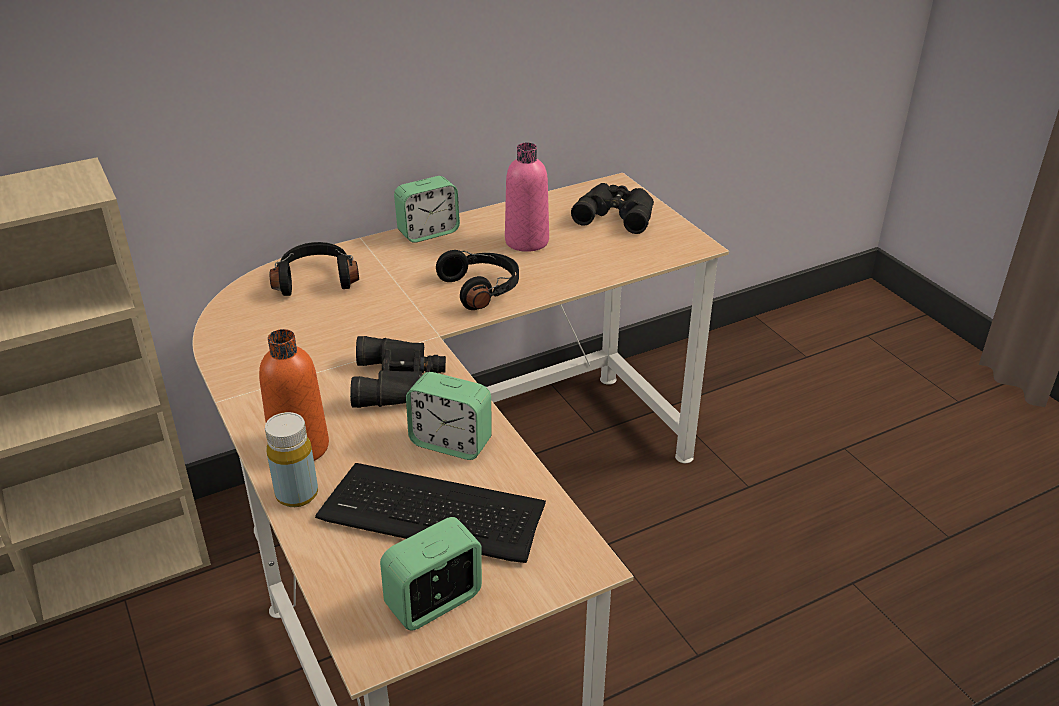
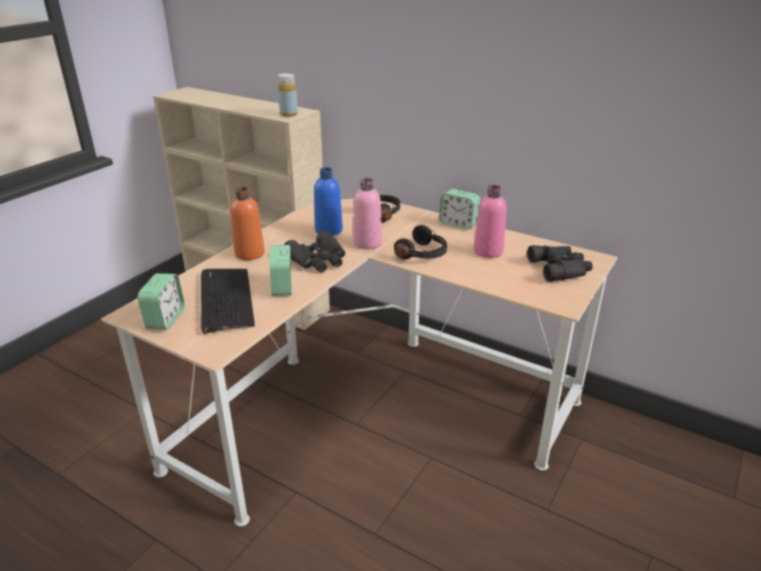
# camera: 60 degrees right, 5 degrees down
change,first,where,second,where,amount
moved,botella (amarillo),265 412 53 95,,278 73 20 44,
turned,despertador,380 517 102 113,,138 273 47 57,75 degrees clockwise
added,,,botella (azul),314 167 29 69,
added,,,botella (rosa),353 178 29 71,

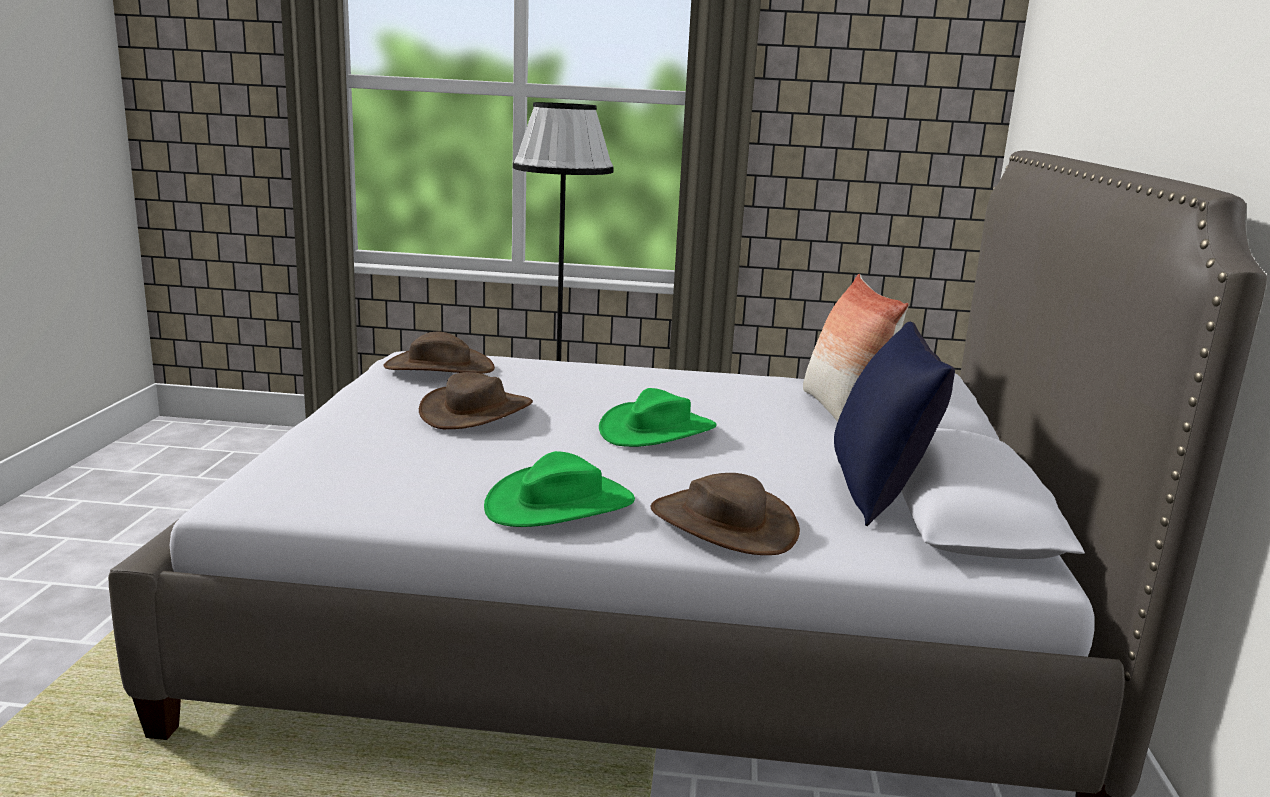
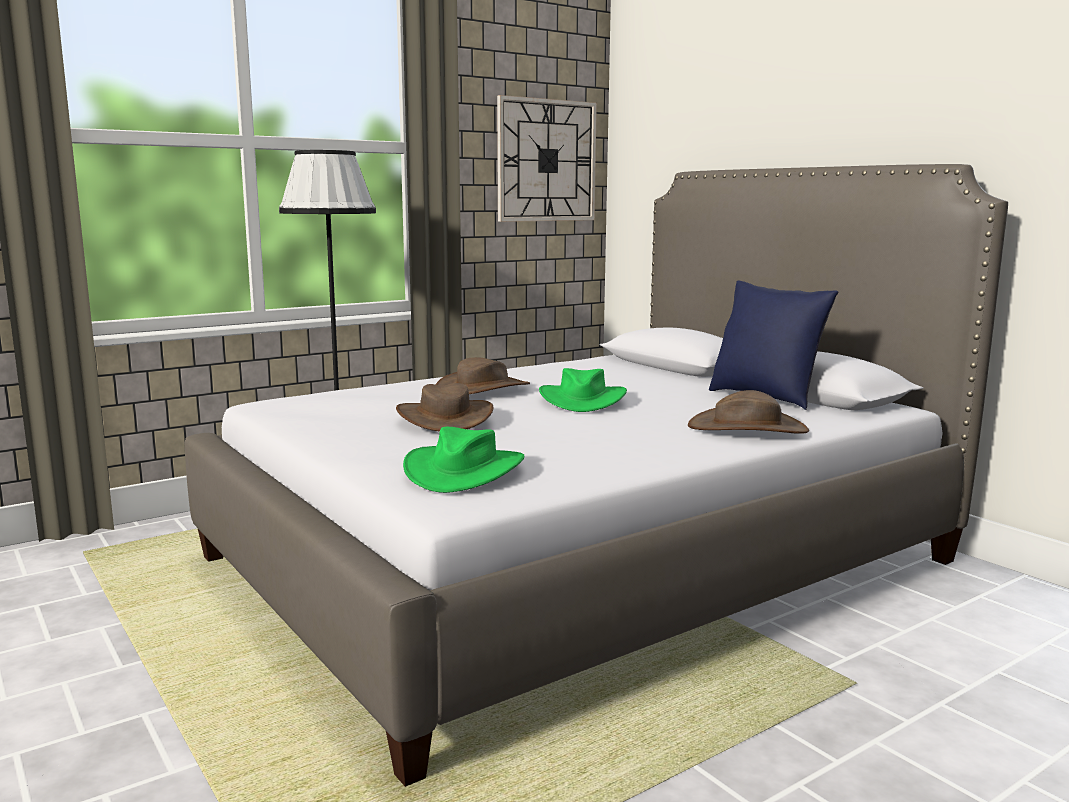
# camera: 40 degrees left, 5 degrees down
change,first,where,second,where,amount
removed,cojín,803 274 106 148,,,
moved,sombrero (marrón),383 331 112 43,,436 357 94 37,
moved,sombrero (verde),484 451 151 76,,403 427 122 66,
added,,,reloj de pared,497 95 100 127,

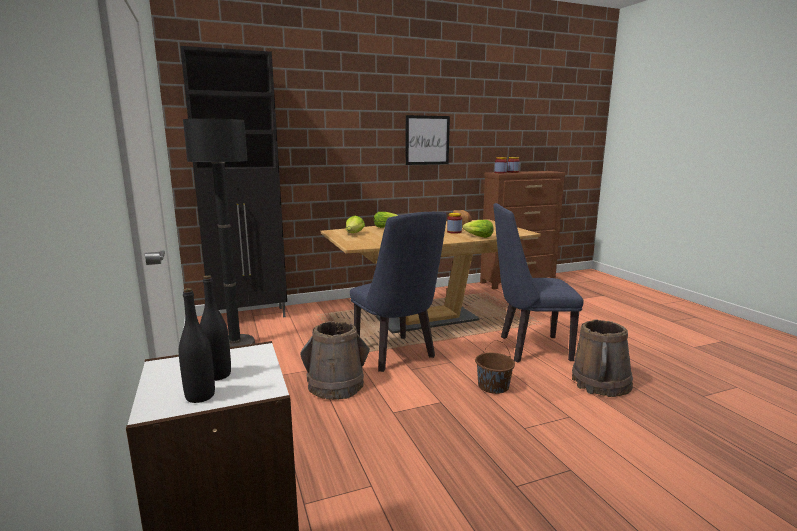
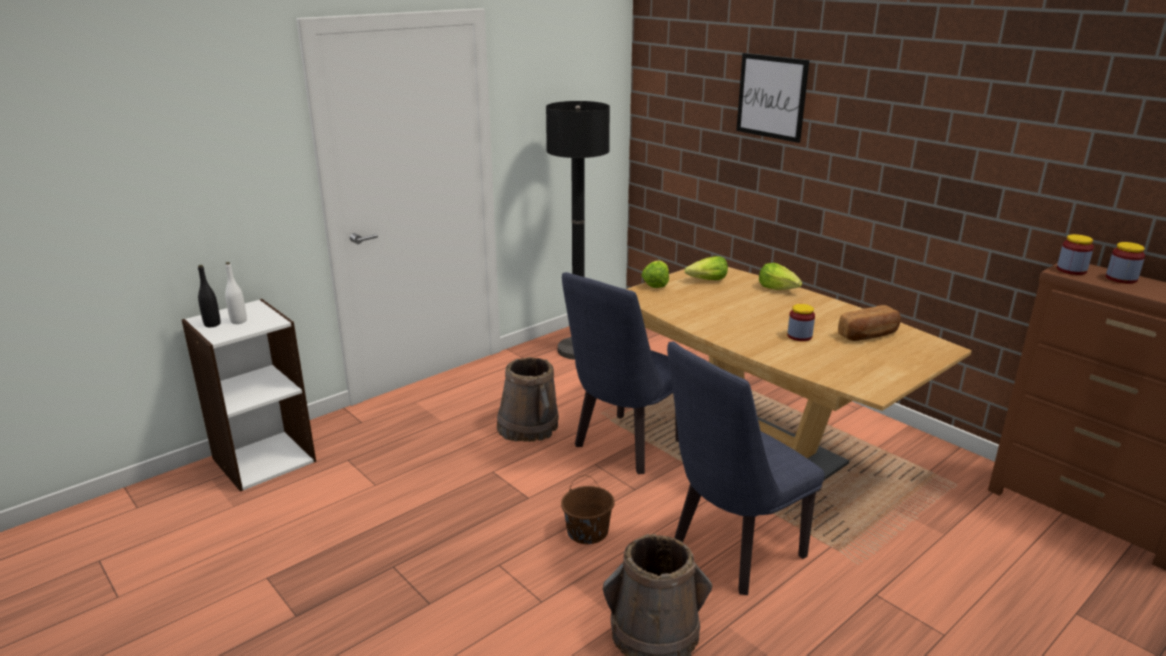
# camera: 70 degrees right, 10 degrees up
change,first,where,second,where,amount
removed,armario (negro),180 46 107 271,,,
moved,cuadro,405 115 45 50,,736 53 73 90,
turned,silla (azul),493 203 91 159,,667 342 158 253,105 degrees counterclockwise
moved,lechuga,462 220 32 18,,641 260 28 28,
recoloured,botella (negro),200 275 31 106,botella (blanco),225 262 22 62,

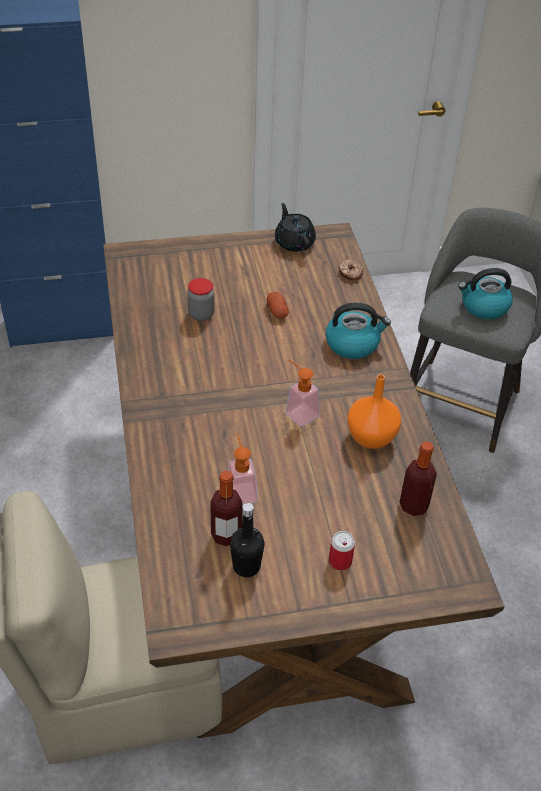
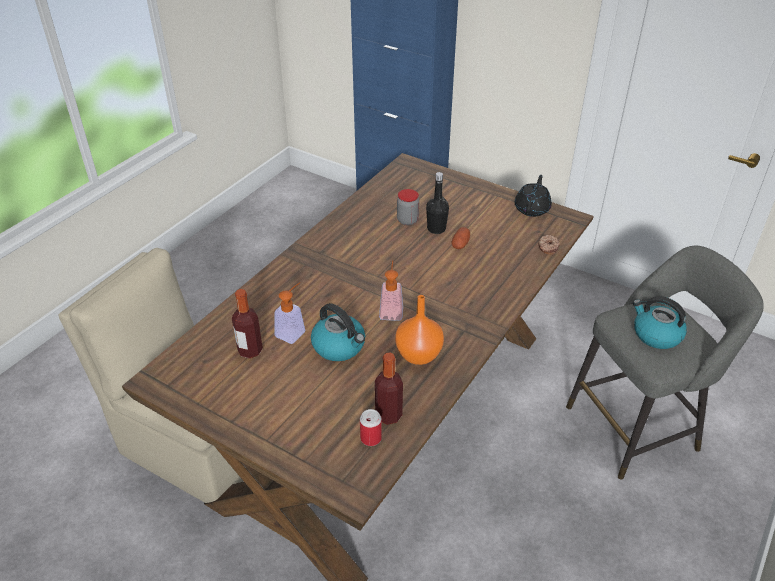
# camera: 45 degrees right, 5 degrees down
change,first,where,second,where,amount
moved,hervidor,325 302 66 57,,311 303 54 58,
moved,botella (negro),230 503 35 74,,426 172 23 62,
moved,lata,329 531 26 40,,360 409 22 37,

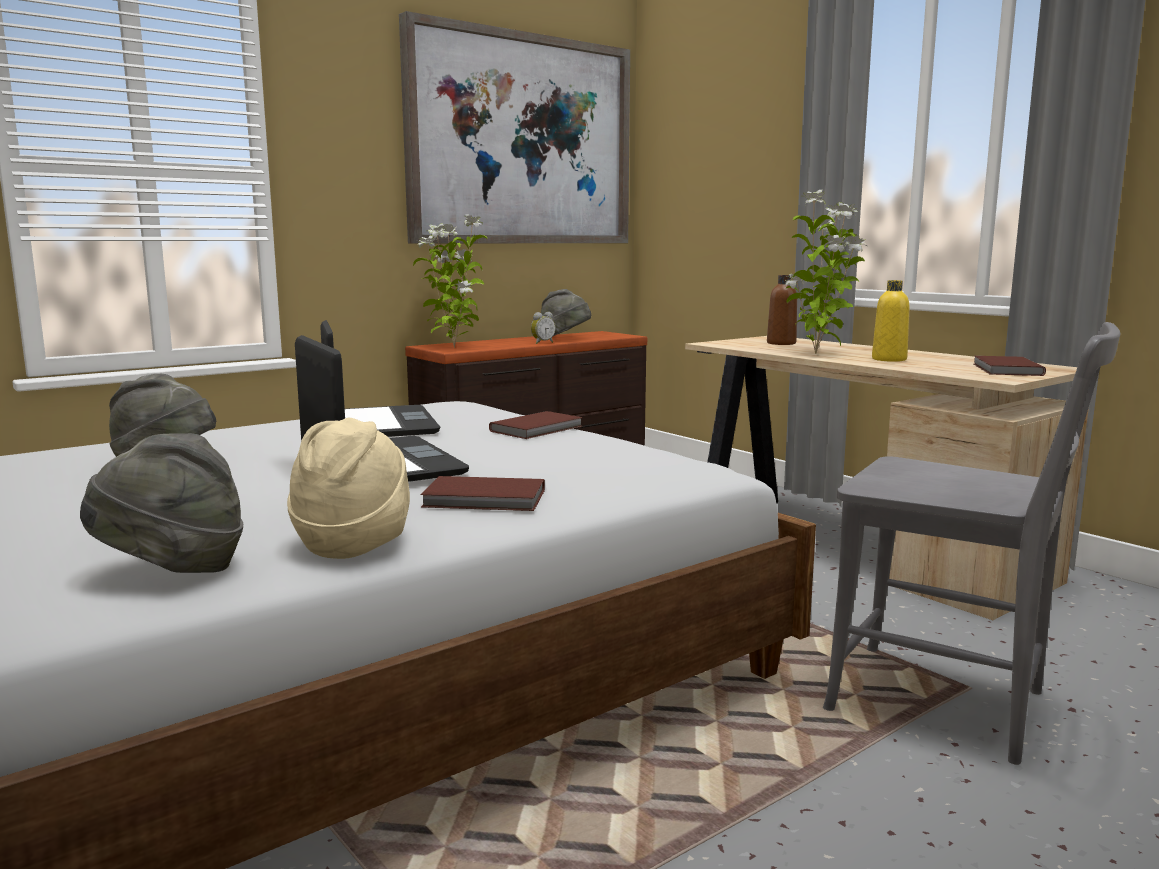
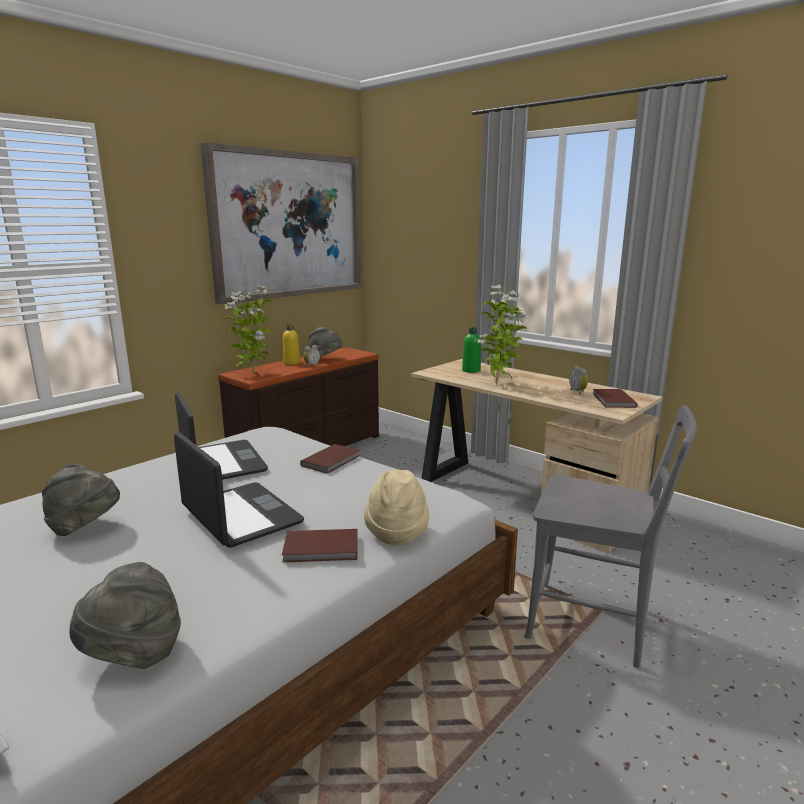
# camera: 10 degrees left, 5 degrees up
change,first,where,second,where,amount
recoloured,botella (marrón),767 275 30 70,botella (verde),462 327 19 46,
moved,botella (amarillo),872 280 37 82,,283 325 17 40,
moved,sombrero (beis),287 418 123 141,,364 469 65 76,
added,,,despertador,569 366 19 29,

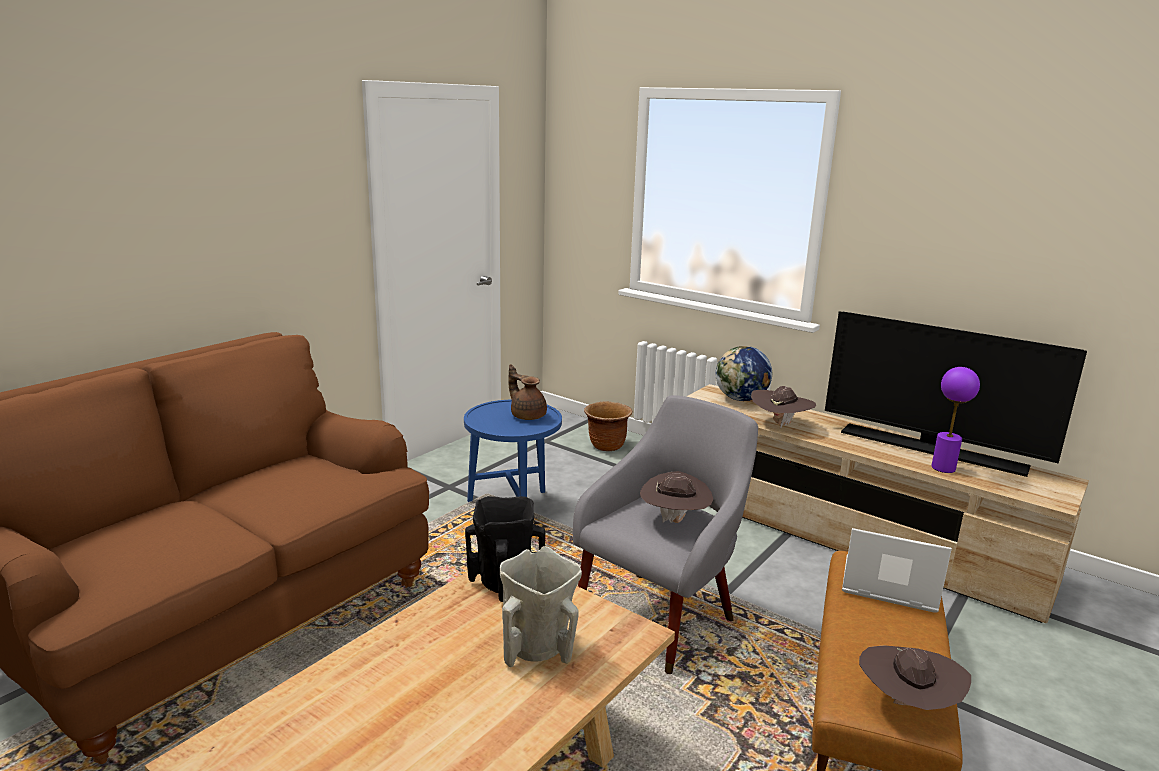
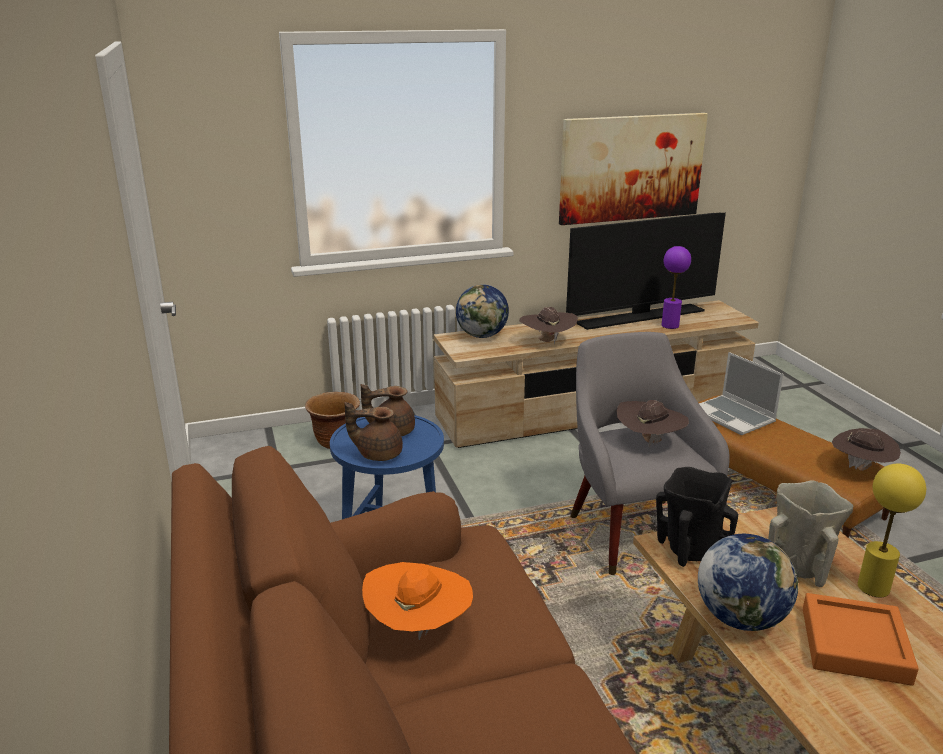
# camera: 55 degrees left, 5 degrees up
change,first,where,second,where,amount
turned,portátil,842 528 110 85,,699 352 85 83,90 degrees counterclockwise
added,,,cuadro,559 113 149 112,
added,,,tetera (marrón),344 402 59 59,
added,,,lámpara de mesa (amarillo),858 464 68 133,
added,,,globo terráqueo,698 534 100 97,
added,,,sombrero (naranja),362 562 111 78,
added,,,bandeja (naranja),803 593 116 93,

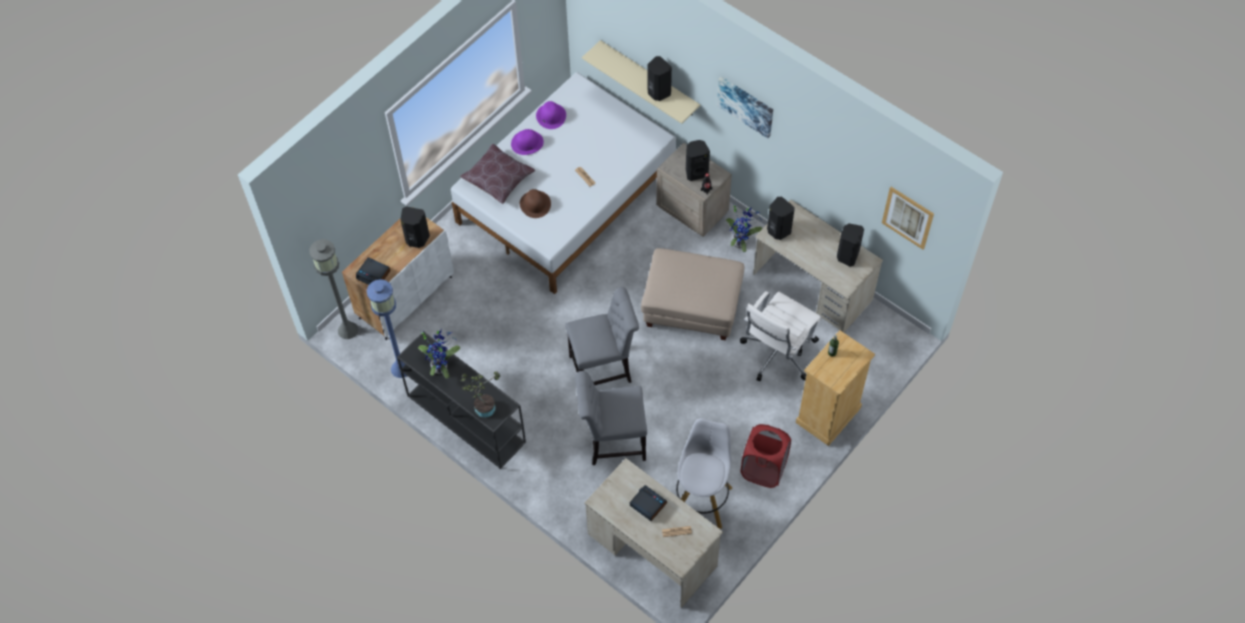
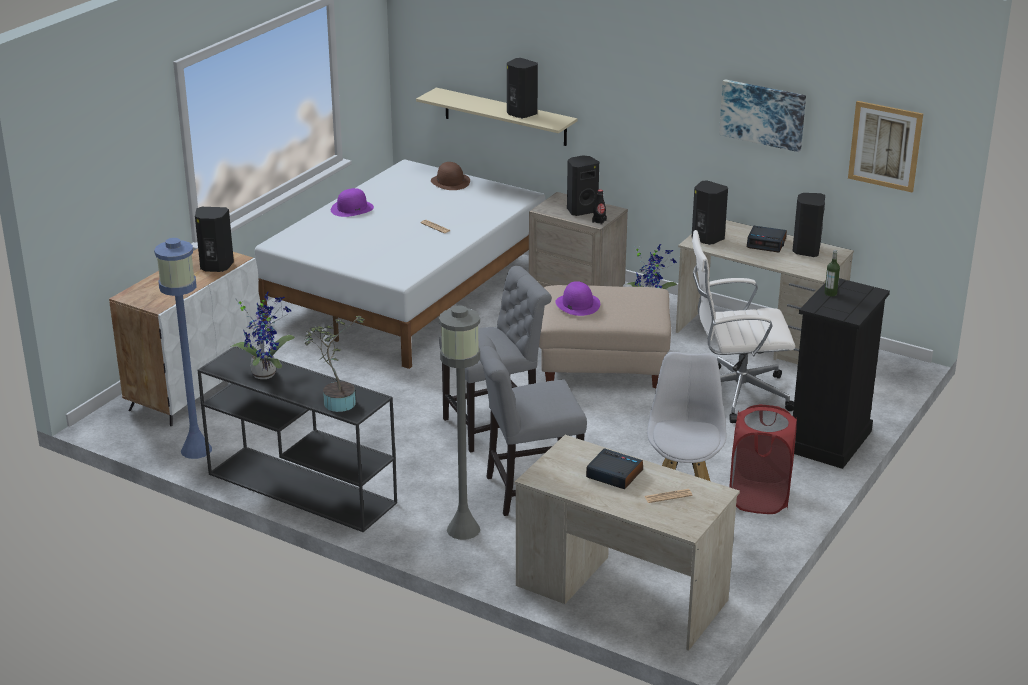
# camera: 10 degrees left, 30 degrees down
change,first,where,second,where,amount
moved,cuadro,717 77 56 61,,719 79 87 73,
moved,sombrero (morado),536 101 30 28,,555 281 45 35,
removed,cojín (marrón),460 144 75 60,,,
moved,sombrero (marrón),520 189 31 29,,431 162 39 28,
moved,lámpara de pie (gris),309 239 49 100,,439 305 41 235,
moved,despertador,356 257 35 28,,747 226 40 27,
turned,silla de oficina (blanco),740 291 82 90,,692 230 103 193,60 degrees clockwise
recoloured,cómoda (beis),796 330 79 116,cómoda (negro),793 278 97 191,

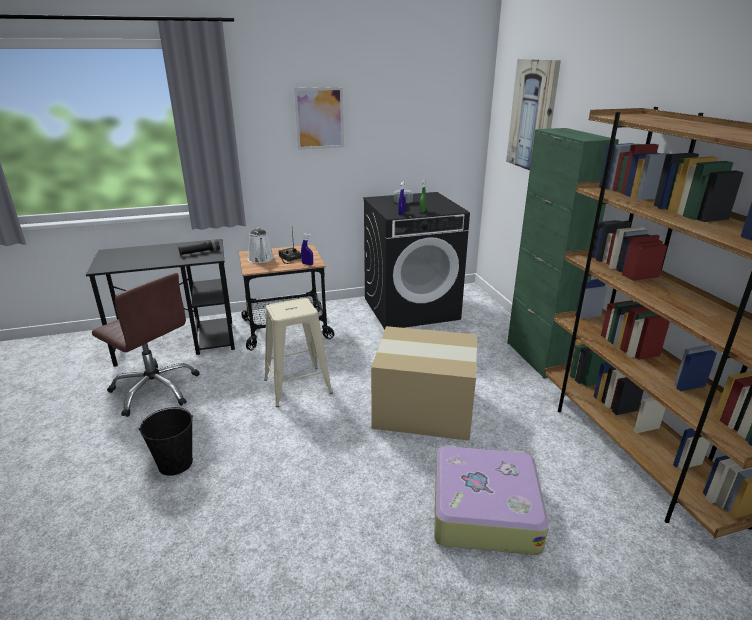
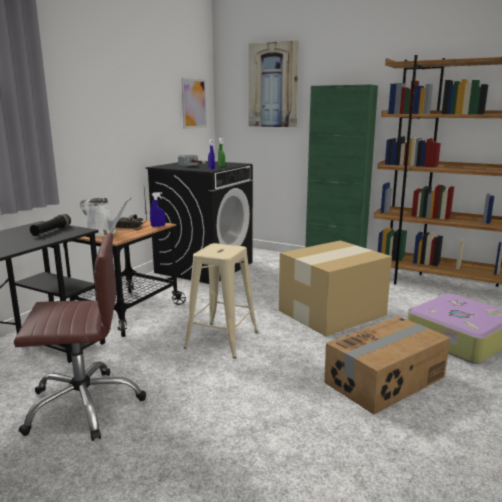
# camera: 45 degrees left, 10 degrees down
change,first,where,second,where,amount
moved,cuadro,294 87 50 63,,181 78 26 51,
removed,cubo (negro),139 407 54 69,,,
added,,,caja de cartón,324 316 126 98,

